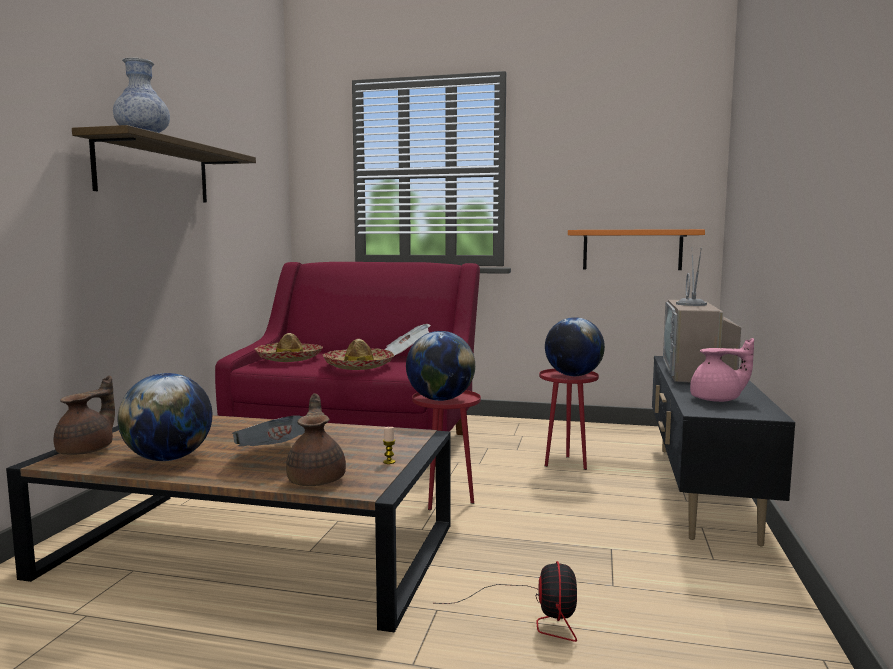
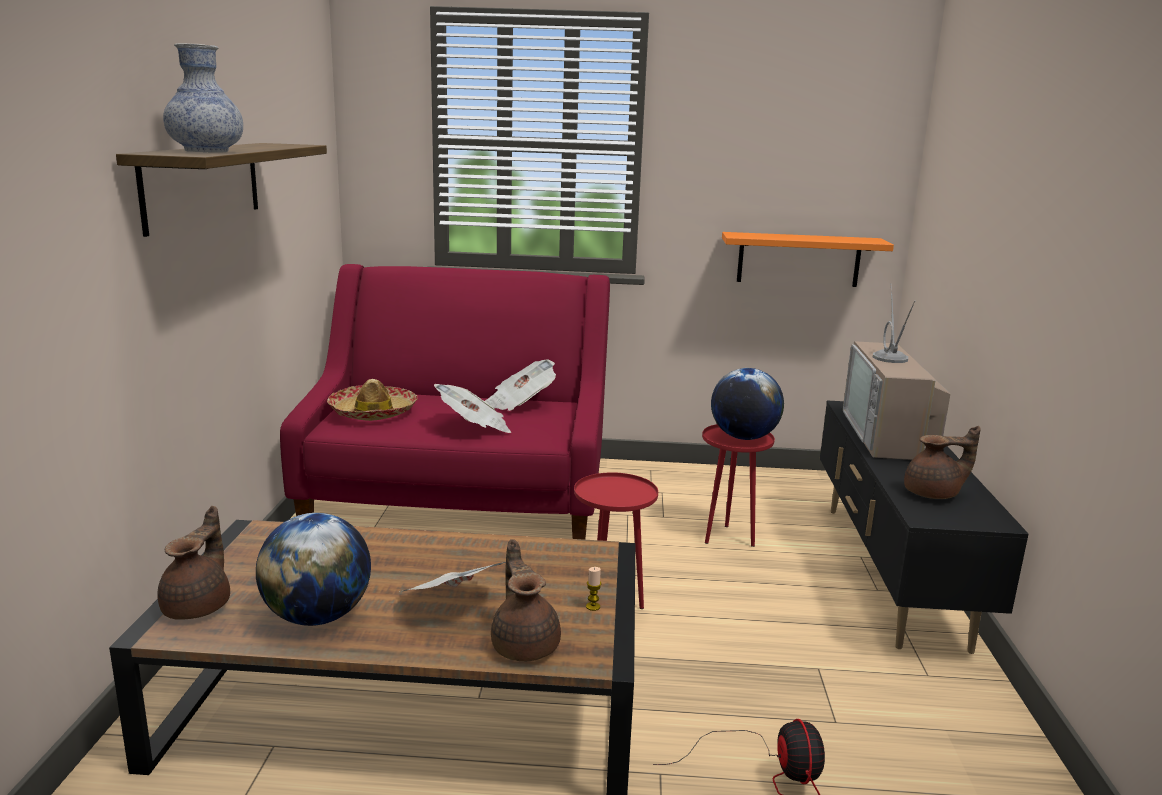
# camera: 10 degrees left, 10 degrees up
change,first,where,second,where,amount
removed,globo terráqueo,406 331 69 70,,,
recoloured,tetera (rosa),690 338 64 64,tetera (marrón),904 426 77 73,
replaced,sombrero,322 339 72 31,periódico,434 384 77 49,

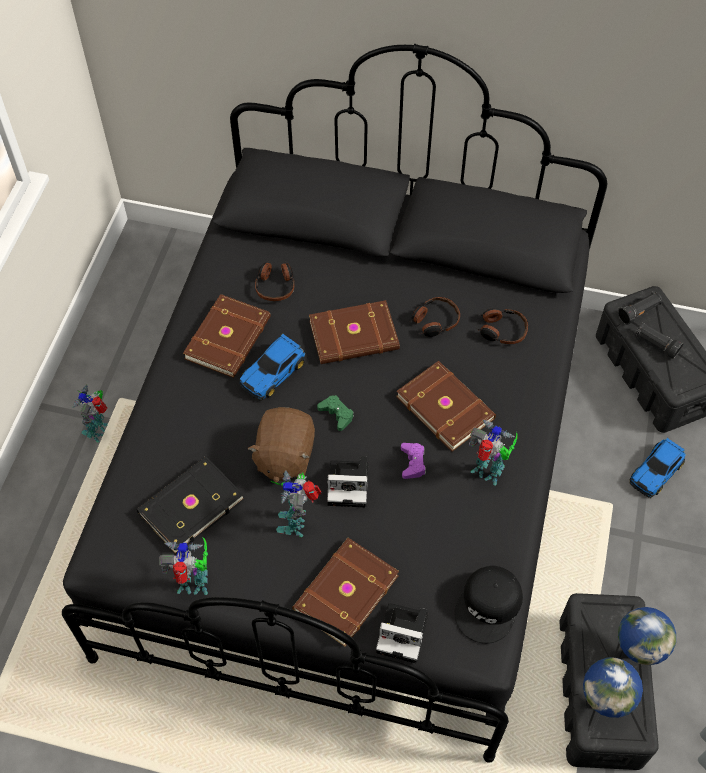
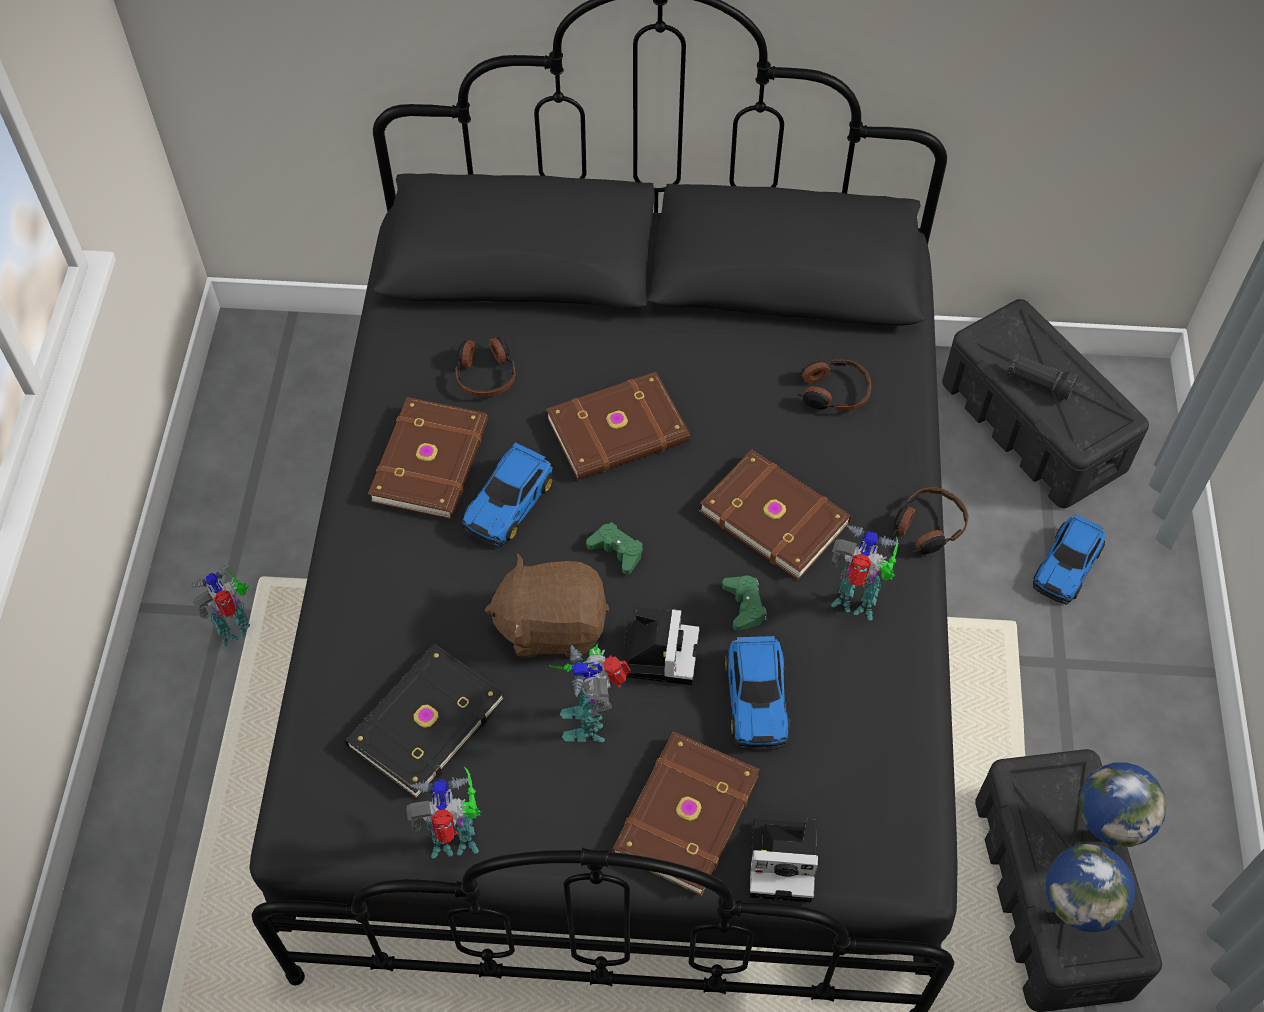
# camera: 10 degrees left, 0 degrees up
change,first,where,second,where,amount
removed,linterna (negro),618 291 45 34,,,
moved,auriculares,410 297 50 40,,893 487 75 67,
turned,robot de juguete,72 384 36 59,,189 564 61 83,45 degrees clockwise
turned,peluche (marrón),247 407 68 76,,485 553 124 104,90 degrees clockwise
recoloured,mando de consola (morado),401 443 25 36,mando de consola (verde),722 575 45 56,
turned,cámara,327 456 41 51,,621 607 79 78,75 degrees counterclockwise
removed,gorra (negro),454 566 69 78,,,
added,,,coche de juguete,725 636 66 114,

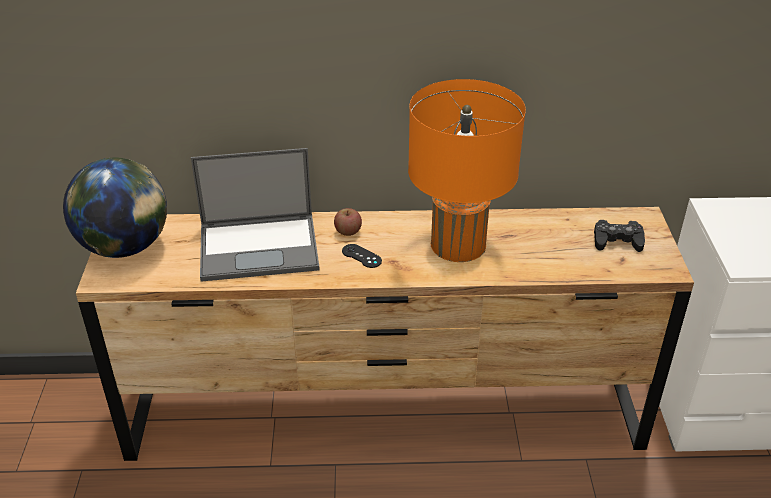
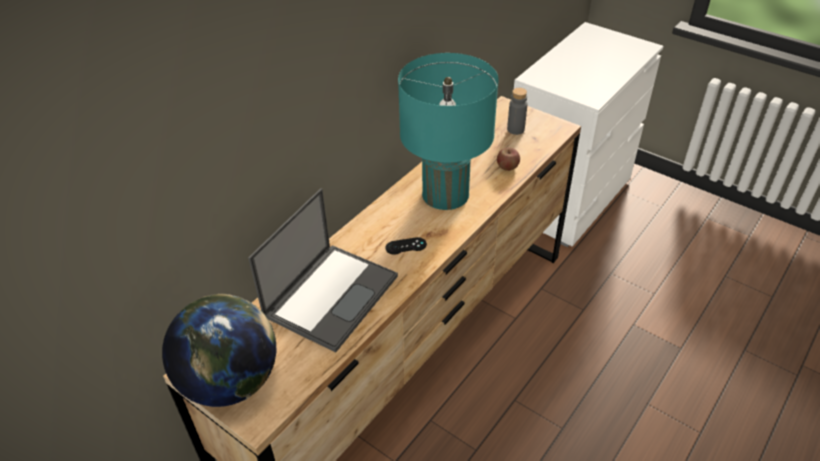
# camera: 50 degrees left, 5 degrees up
change,first,where,second,where,amount
recoloured,lámpara de mesa (naranja),408 79 118 183,lámpara de mesa (turquesa),398 53 101 157,
moved,manzana,334 208 28 28,,497 148 23 23,
replaced,mando de consola (negro),594 220 51 32,botella (gris),507 88 20 47,

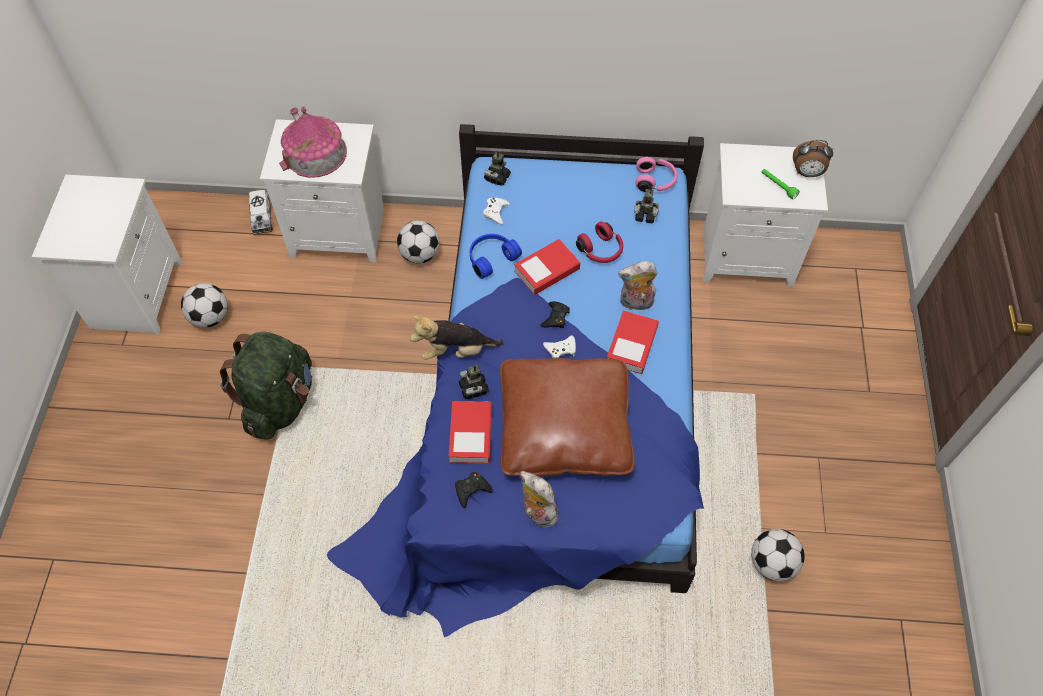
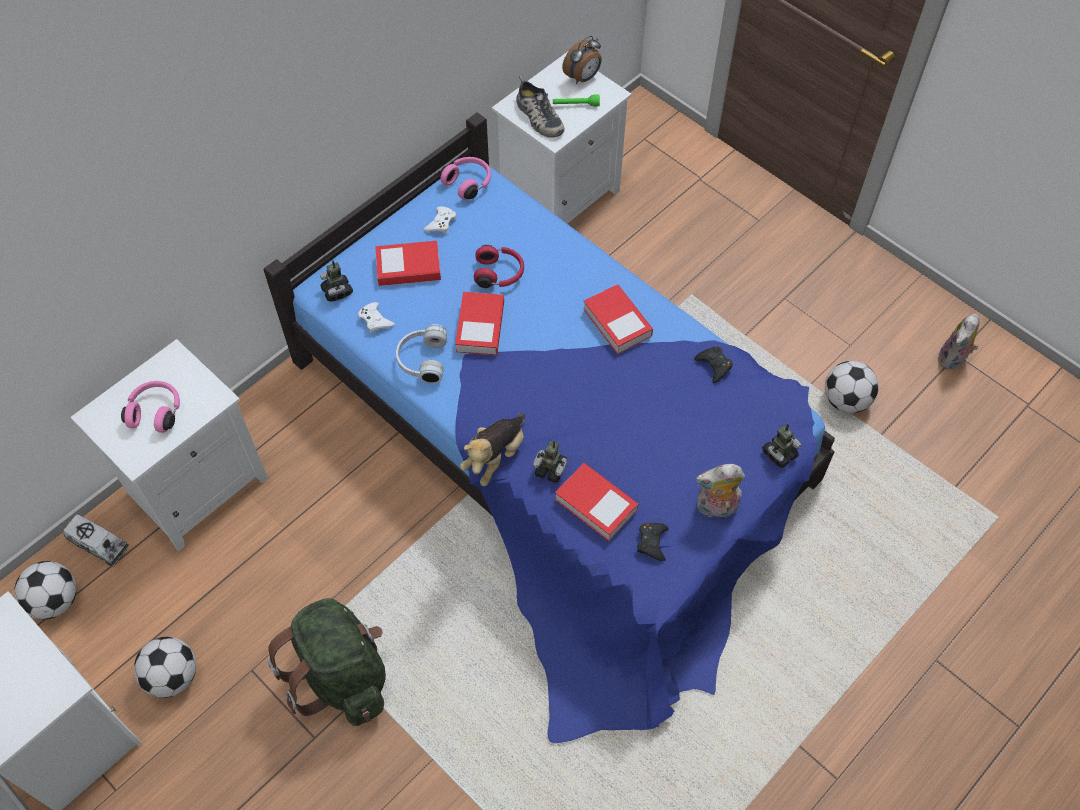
# camera: 50 degrees left, 0 degrees up
change,first,where,second,where,amount
replaced,casita,279 106 68 72,auriculares (rosa),121 381 59 52,
moved,robot de juguete,634 186 25 37,,762 424 40 44,
moved,balón de fútbol,397 221 43 42,,14 561 63 58,
recoloured,auriculares (azul),470 234 52 45,auriculares (blanco),396 324 51 60,
moved,peluche,618 261 40 49,,937 314 43 56,
moved,mando de consola (negro),540 301 30 27,,694 347 39 36,
moved,mando de consola (blanco),543 335 33 23,,423 206 33 28,
removed,cojín (marrón),500 358 135 118,,,
added,,,zapato,516 75 48 63,
added,,,libro,375 241 66 45,

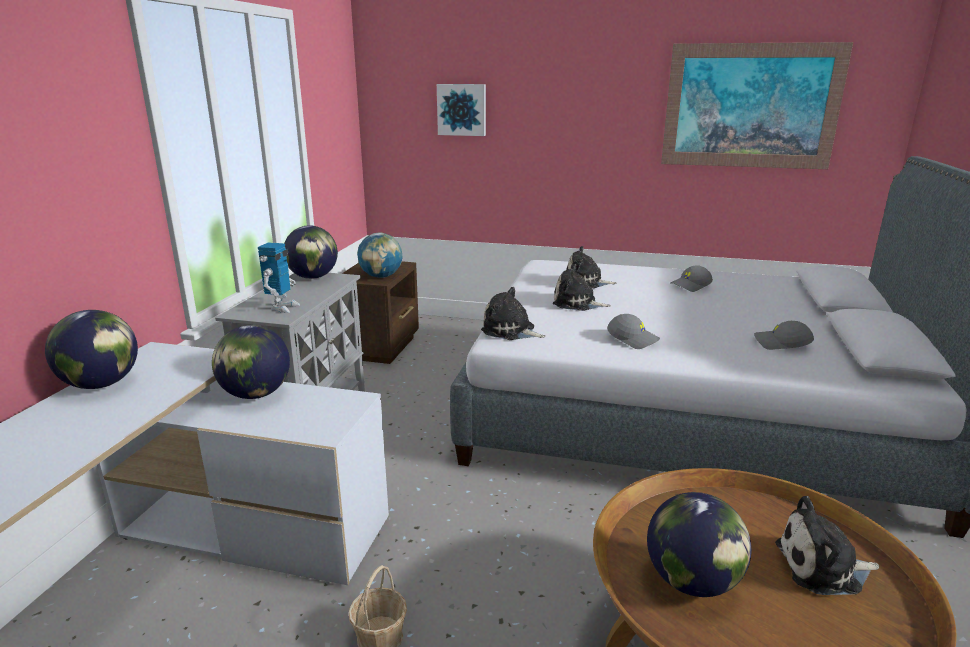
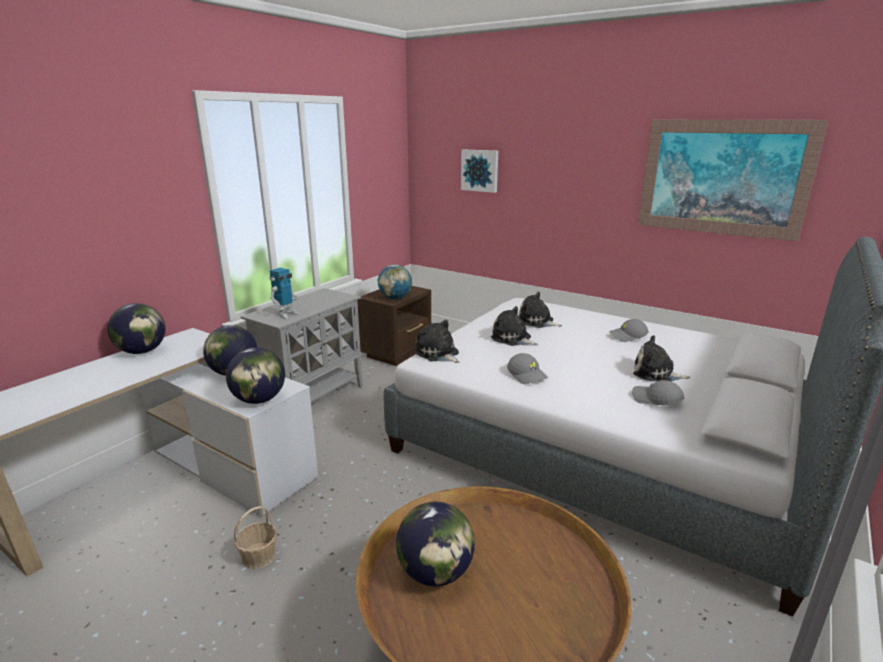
# camera: 20 degrees right, 0 degrees up
change,first,where,second,where,amount
moved,globo terráqueo,285 225 53 54,,226 347 59 57,
moved,peluche,775 496 104 99,,633 336 57 46,

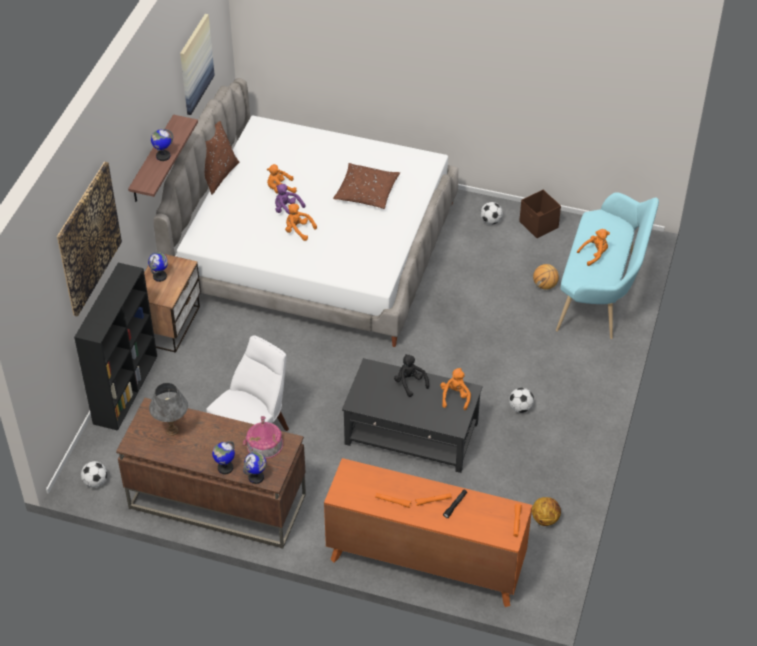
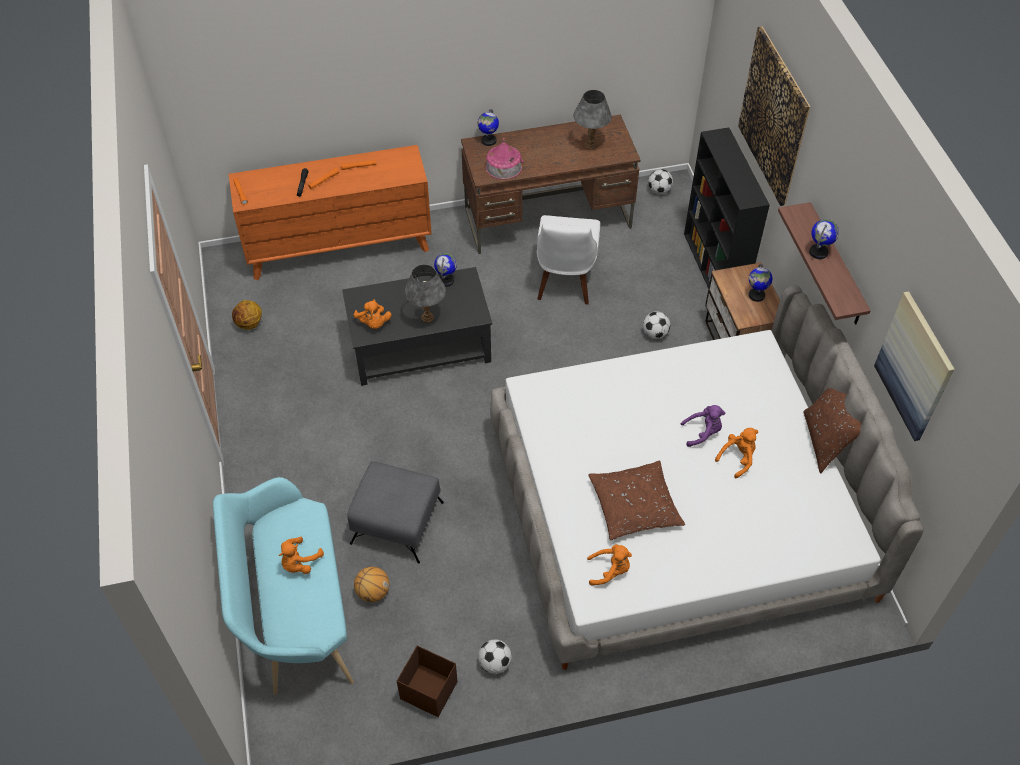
# camera: 150 degrees right, 5 degrees up
change,first,where,second,where,amount
moved,peluche (naranja),285 204 32 37,,587 544 45 42,
replaced,peluche (negro),394 354 35 43,lámpara de mesa (gris),404 265 42 58,
moved,balón de fútbol,509 388 25 25,,643 311 27 28,
moved,globo terráqueo,212 441 23 33,,434 253 23 34,
added,,,puf (gris),347 462 97 102,

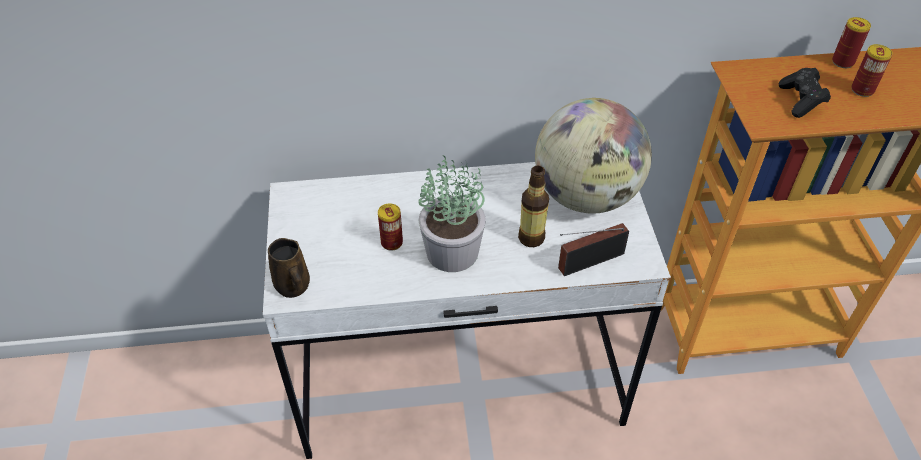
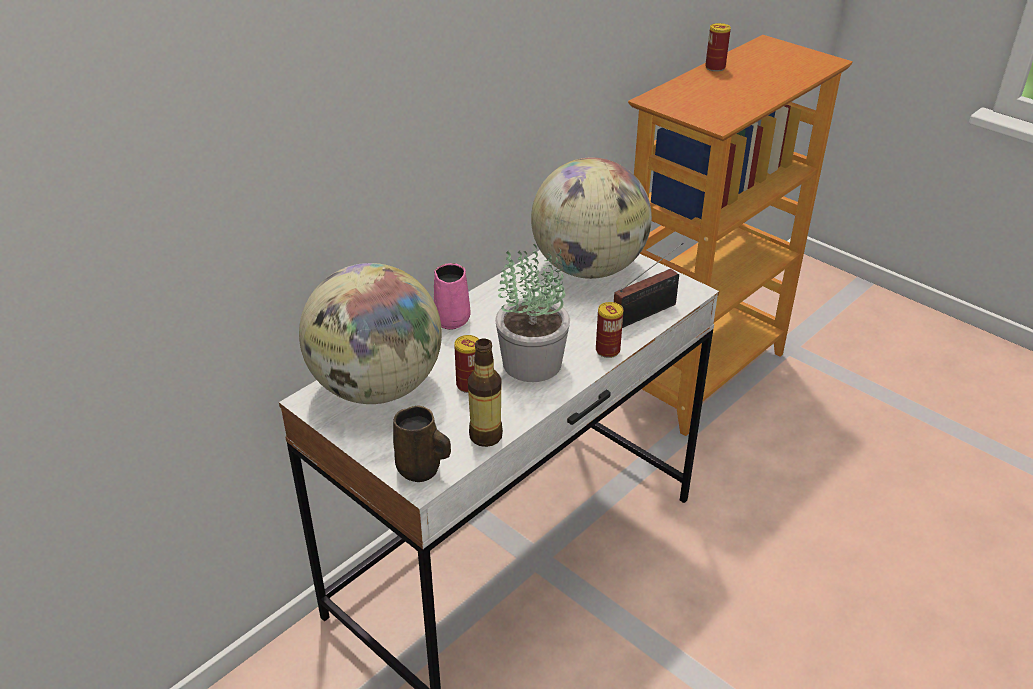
# camera: 40 degrees left, 10 degrees down
change,first,where,second,where,amount
moved,lata,851 44 42 53,,596 302 27 56,
removed,mando de consola (negro),779 68 52 50,,,
moved,botella,518 166 31 81,,468 339 35 108,
turned,radio,558 223 71 53,,614 243 70 85,150 degrees counterclockwise
added,,,globo terráqueo,299 263 143 141,
added,,,taza grande (rosa),434 263 37 67,

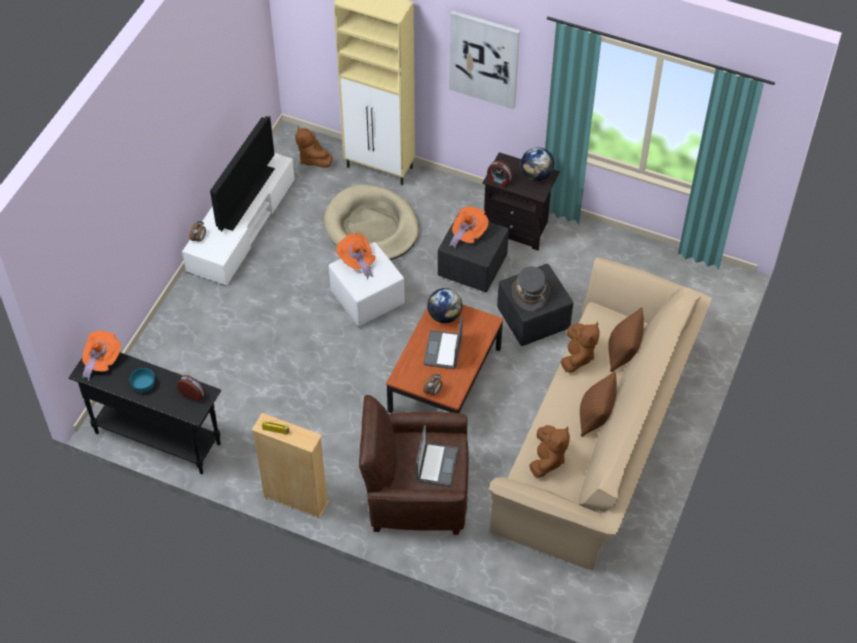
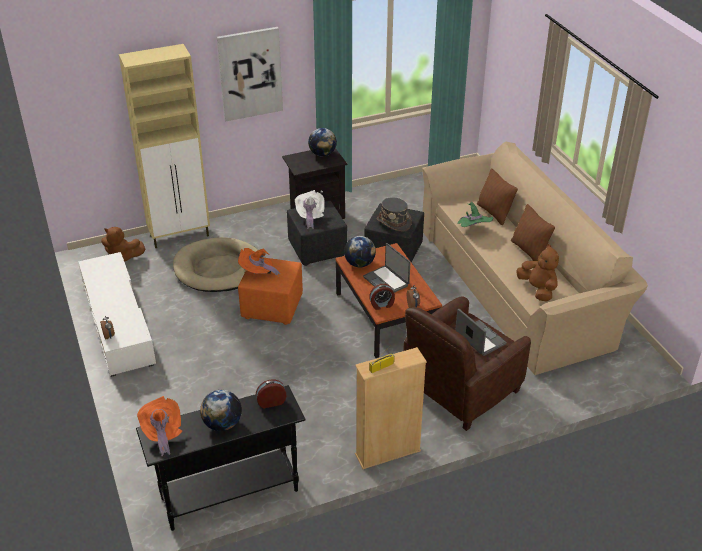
# camera: 45 degrees left, 15 degrees down
change,first,where,second,where,amount
removed,televisor,210 116 65 116,,,
moved,despertador,487 160 26 27,,369 284 26 26,
recoloured,sombrero (naranja),449 207 40 43,sombrero (blanco),295 190 30 39,
recoloured,puf (blanco),328 242 76 84,puf (naranja),238 258 65 67,
replaced,peluche (marrón),561 322 39 50,sombrero (verde),458 202 35 25,
replaced,cuenco (turquesa),130 368 25 24,globo terráqueo,200 390 42 41,

